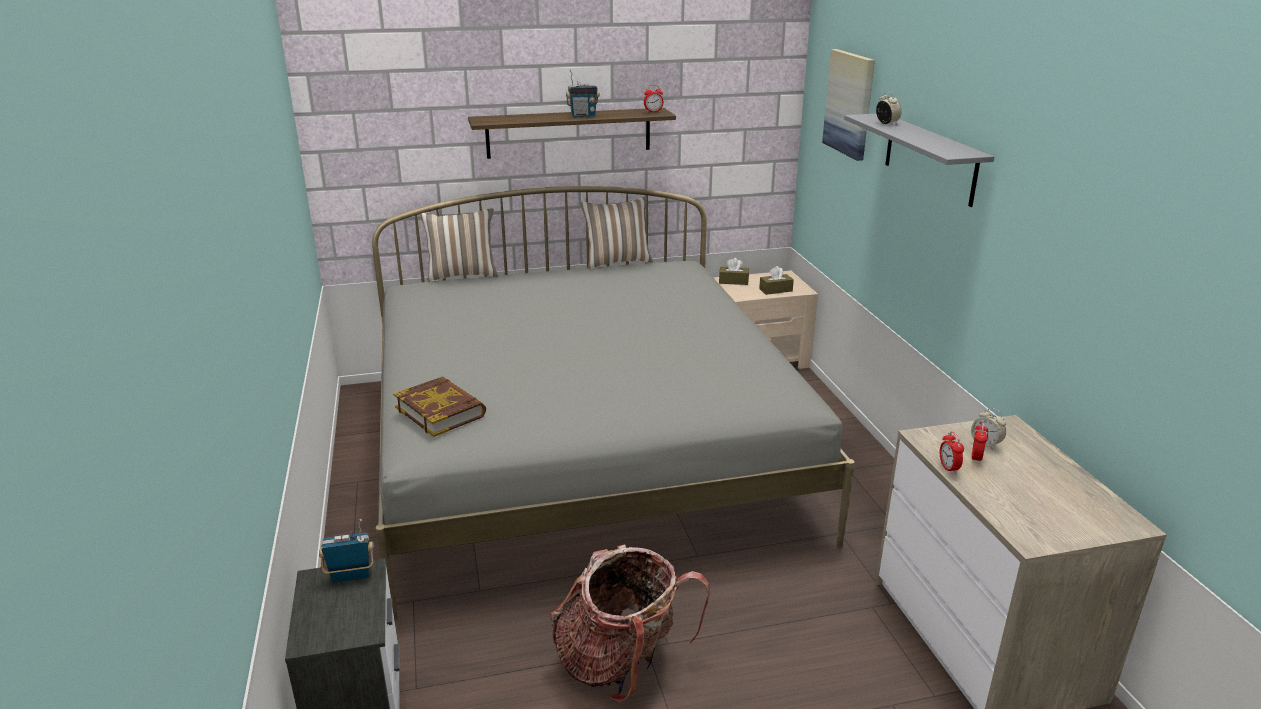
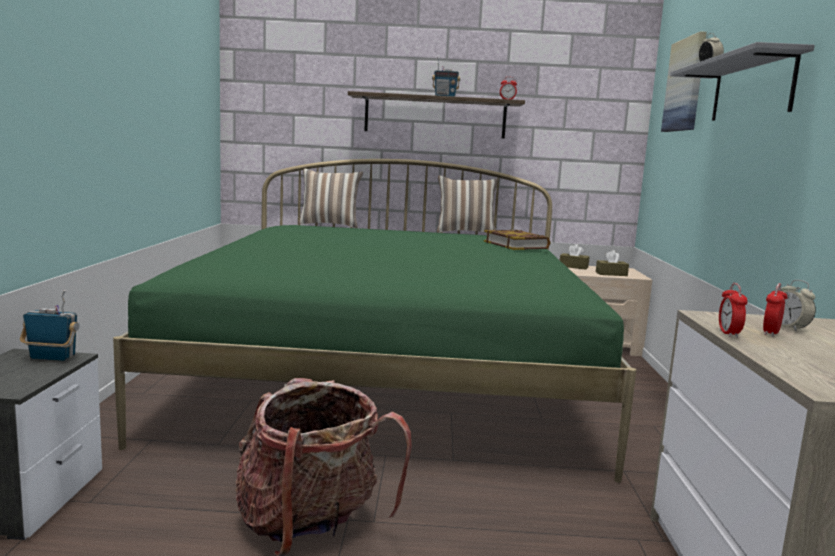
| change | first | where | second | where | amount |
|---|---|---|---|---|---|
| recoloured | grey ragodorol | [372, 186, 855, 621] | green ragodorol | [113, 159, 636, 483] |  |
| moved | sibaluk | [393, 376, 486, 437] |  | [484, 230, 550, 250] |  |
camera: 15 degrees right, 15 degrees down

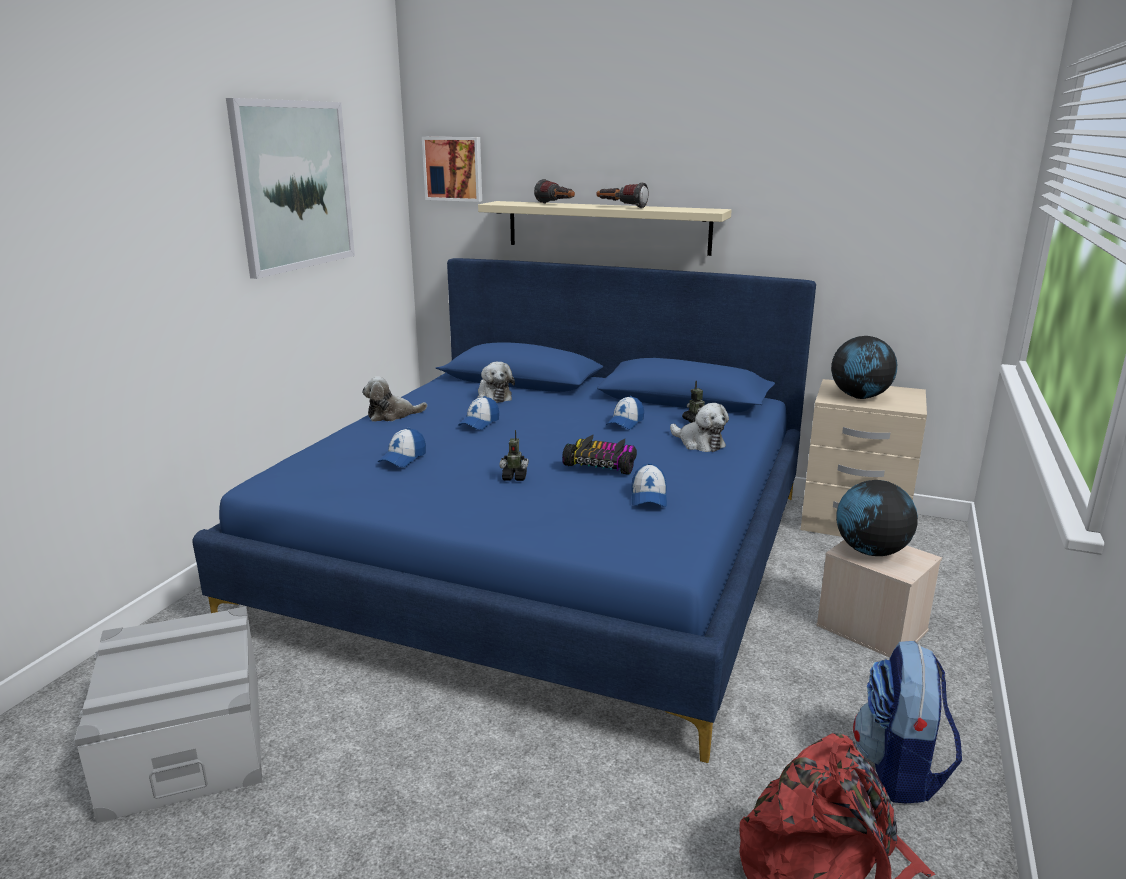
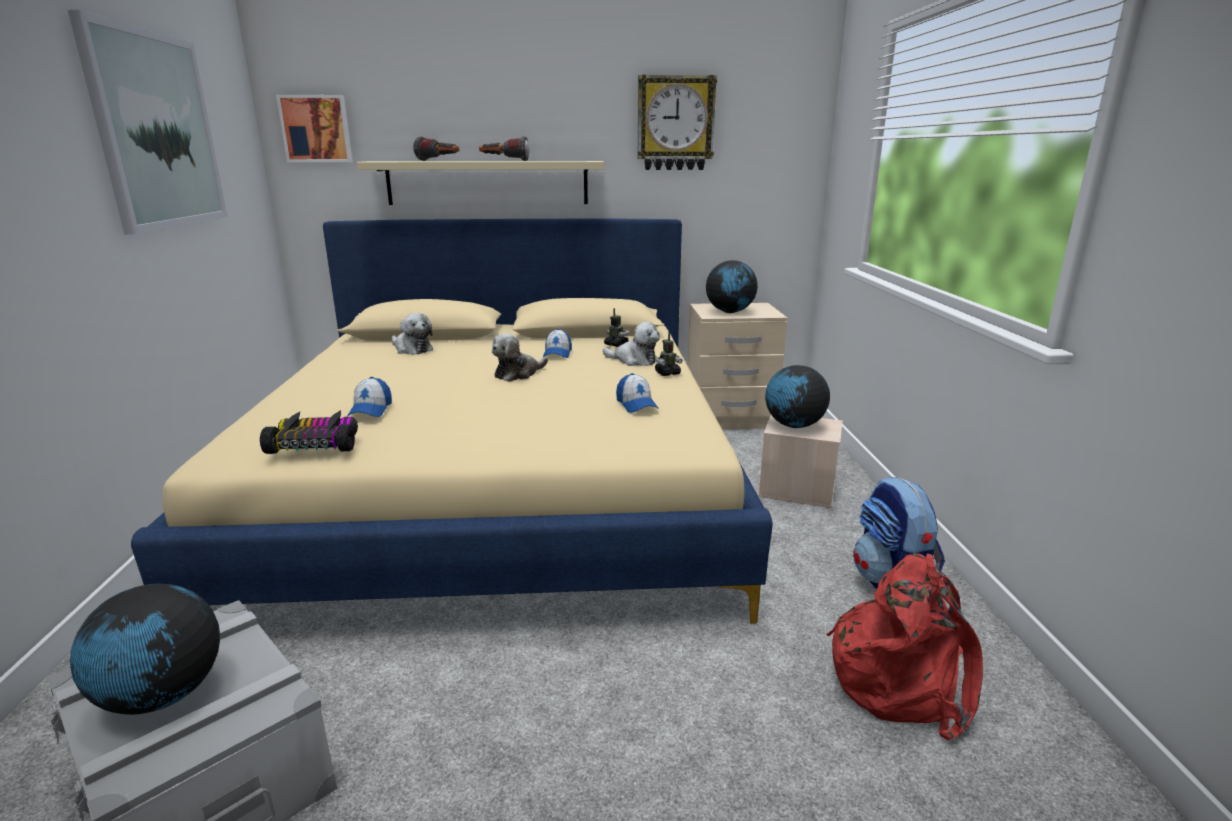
| change | first | where | second | where | amount |
|---|---|---|---|---|---|
| recoloured | blue ragodorol | [192, 258, 816, 763] | beige ragodorol | [131, 218, 773, 624] |  |
| moved | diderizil | [362, 376, 427, 422] |  | [492, 333, 548, 382] |  |
| removed | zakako | [458, 396, 499, 430] |  |  |  |
| moved | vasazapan | [499, 430, 529, 481] |  | [655, 331, 683, 376] |  |
| moved | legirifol | [562, 434, 637, 475] |  | [260, 410, 358, 454] |  |
| added |  |  | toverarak | [70, 584, 220, 715] |  |
| added |  |  | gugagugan | [637, 75, 717, 170] |  |
camera: 25 degrees left, 0 degrees up

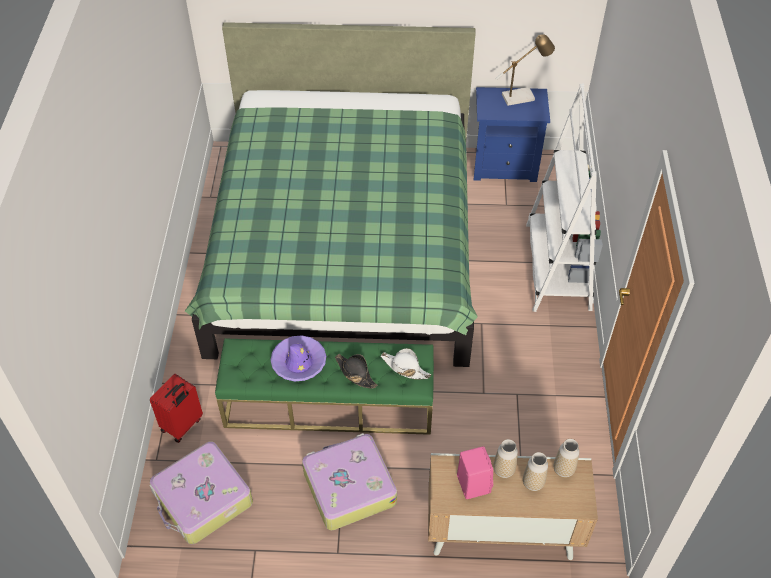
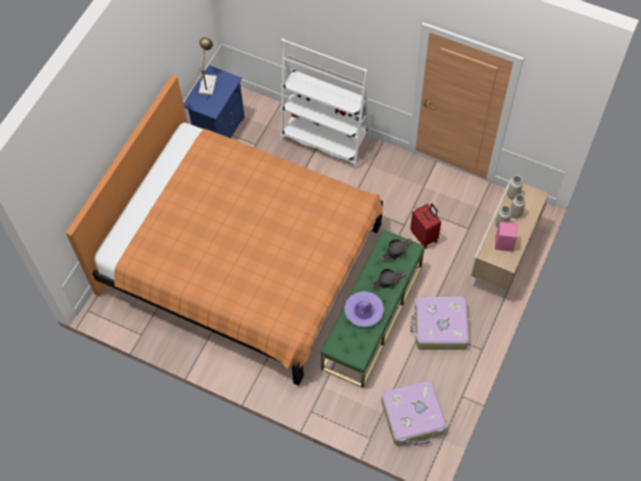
| change | first | where | second | where | amount |
|---|---|---|---|---|---|
| moved | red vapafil | [150, 374, 203, 443] |  | [410, 203, 441, 249] |  |
| recoloured | green ragodorol | [185, 22, 478, 367] | orange ragodorol | [66, 75, 383, 385] |  |
| recoloured | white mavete | [381, 348, 431, 379] | black mavete | [380, 238, 413, 261] |  |
camera: 65 degrees left, 10 degrees up

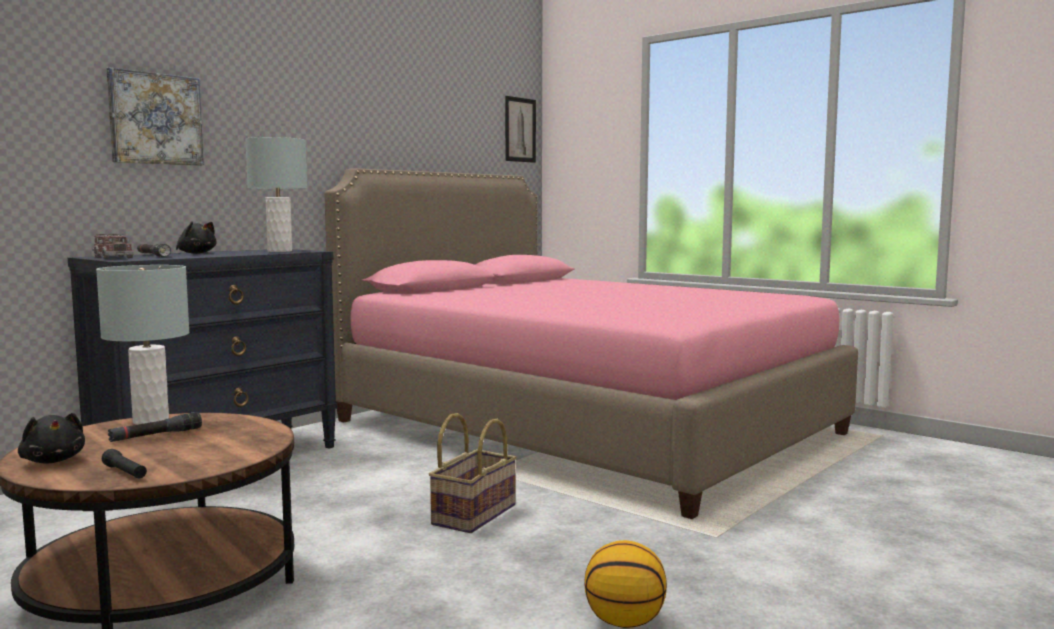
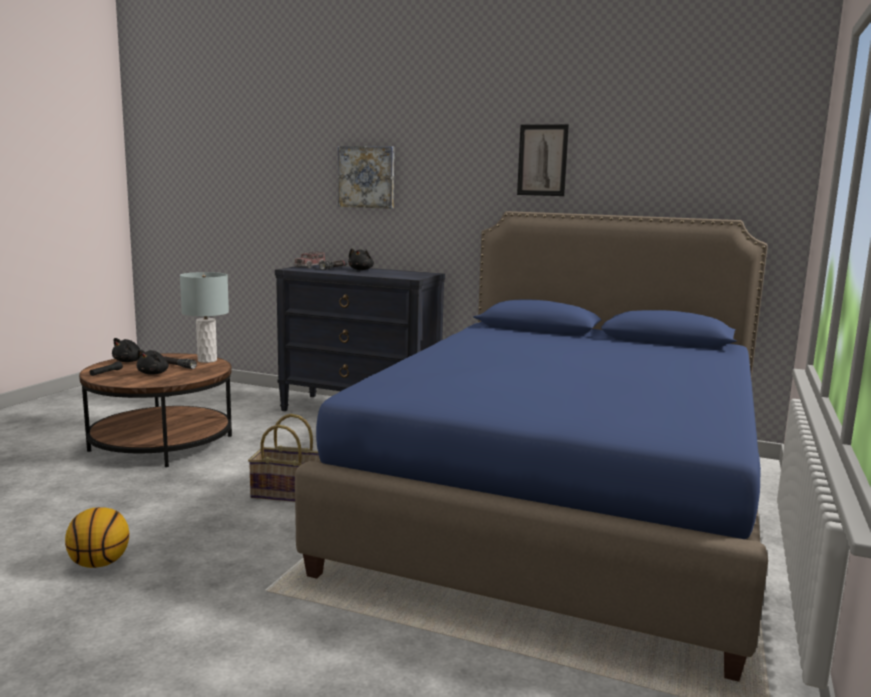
| change | first | where | second | where | amount |
|---|---|---|---|---|---|
| removed | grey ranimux | [245, 137, 307, 252] |  |  |  |
| recoloured | pink ragodorol | [324, 168, 858, 519] | blue ragodorol | [295, 211, 768, 682] |  |
| moved | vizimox | [505, 96, 536, 163] |  | [517, 124, 569, 196] |  |
| added |  |  | black diderizil | [137, 349, 169, 375] |  |
camera: 70 degrees right, 5 degrees up

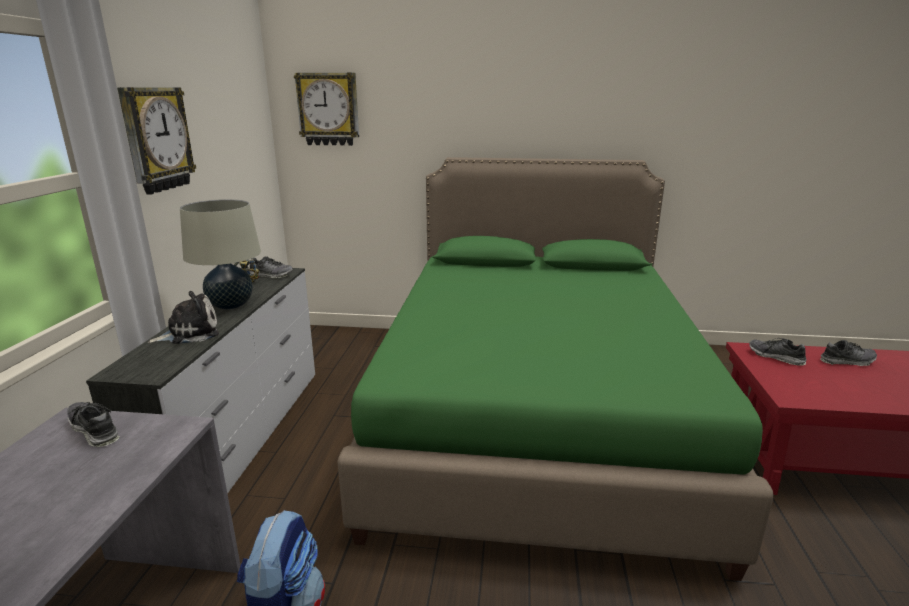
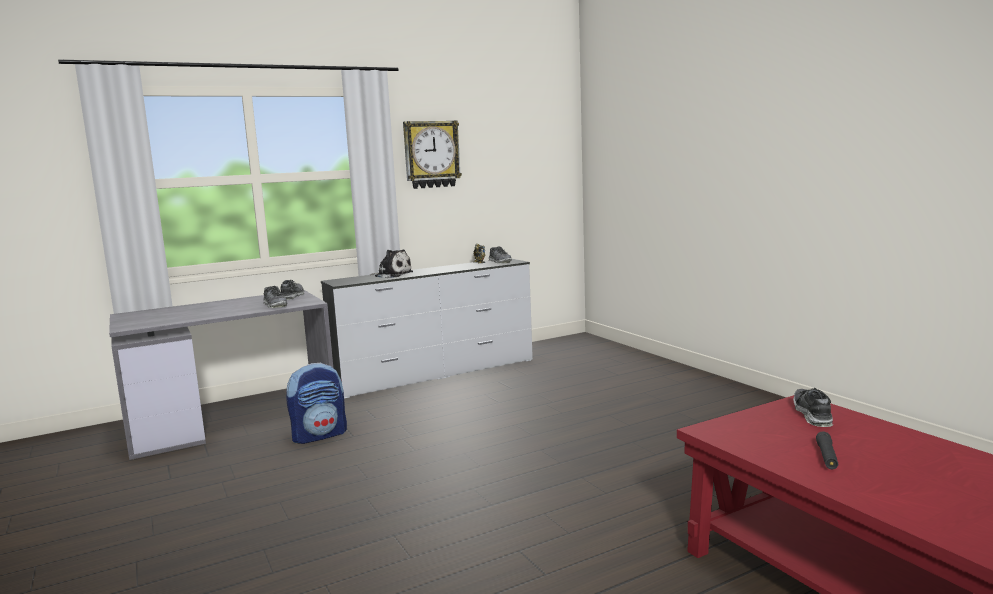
| change | first | where | second | where | amount |
|---|---|---|---|---|---|
| removed | beige ranimux | [180, 199, 261, 309] |  |  |  |
| removed | gugagugan | [294, 73, 359, 146] |  |  |  |
| removed | green ragodorol | [337, 157, 774, 581] |  |  |  |
| moved | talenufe | [820, 340, 877, 366] |  | [263, 286, 287, 308] |  |
| added |  |  | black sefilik | [816, 432, 838, 469] |  |
camera: 55 degrees right, 10 degrees down

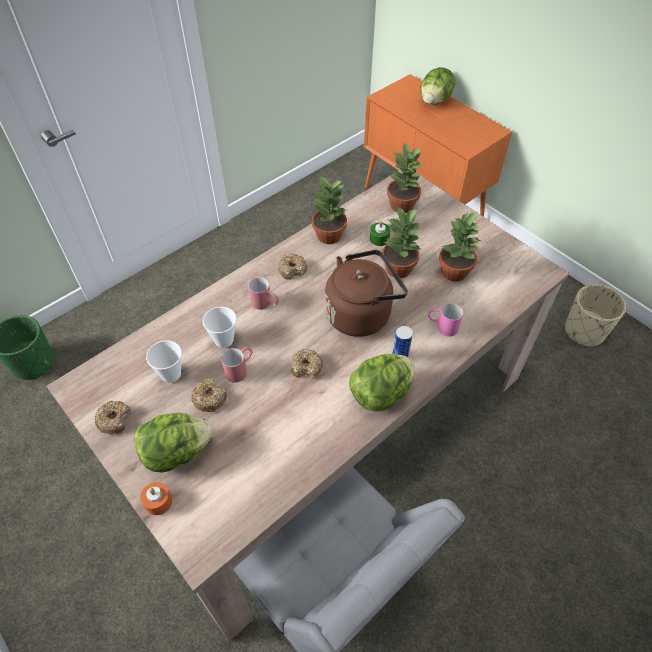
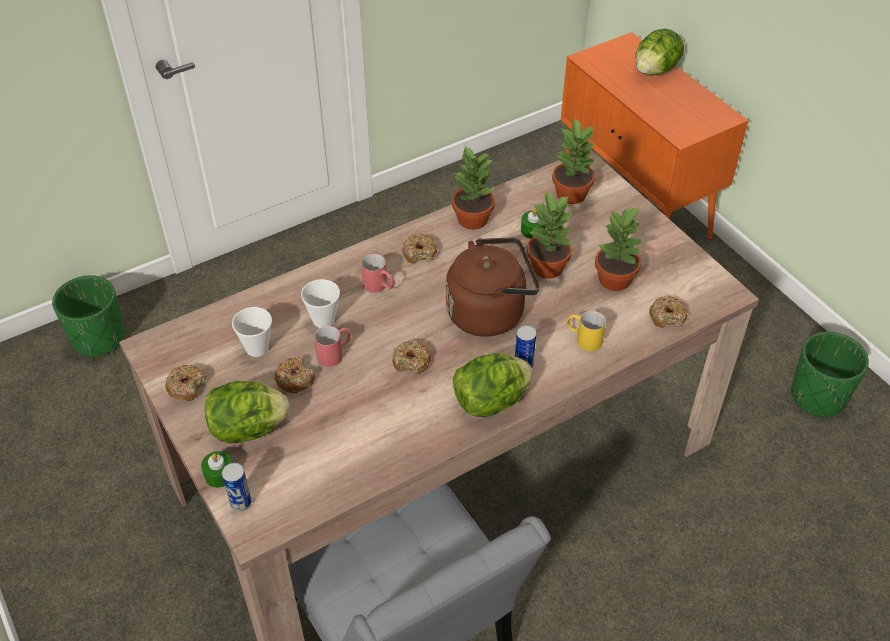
| change | first | where | second | where | amount |
|---|---|---|---|---|---|
| recoloured | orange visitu | [140, 482, 172, 515] | green visitu | [201, 451, 232, 488] |  |
| recoloured | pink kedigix | [428, 303, 463, 337] | yellow kedigix | [566, 311, 606, 351] |  |
| recoloured | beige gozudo | [565, 284, 626, 347] | green gozudo | [791, 332, 869, 417] |  |
| added |  |  | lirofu | [222, 463, 252, 511] |  |
| added |  |  | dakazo | [649, 296, 688, 328] |  |
camera: 10 degrees right, 5 degrees down

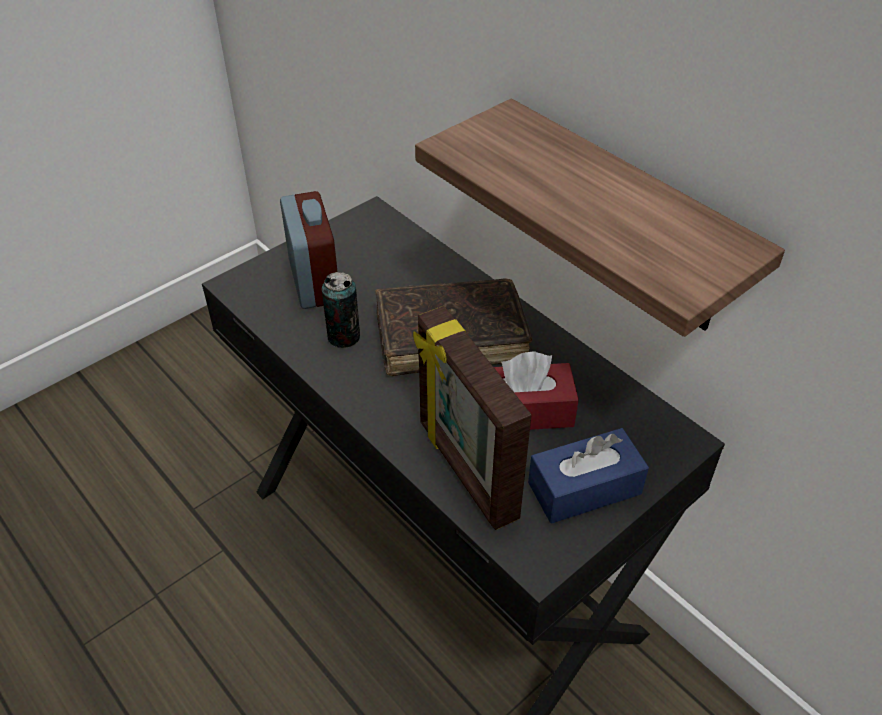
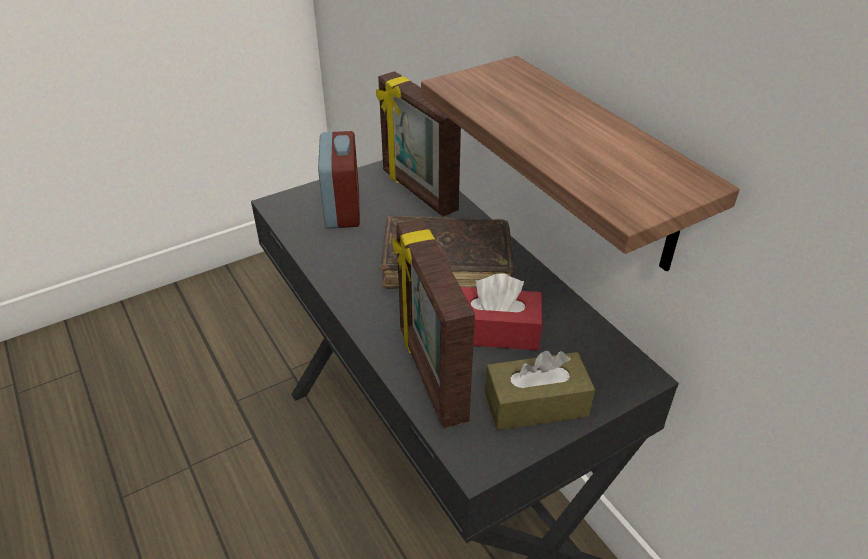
| change | first | where | second | where | amount |
|---|---|---|---|---|---|
| removed | lirofu | [322, 272, 360, 348] |  |  |  |
| recoloured | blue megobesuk | [528, 428, 649, 524] | brown megobesuk | [485, 350, 595, 430] |  |
| added |  |  | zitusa | [376, 71, 461, 217] |  |
camera: 10 degrees right, 5 degrees down

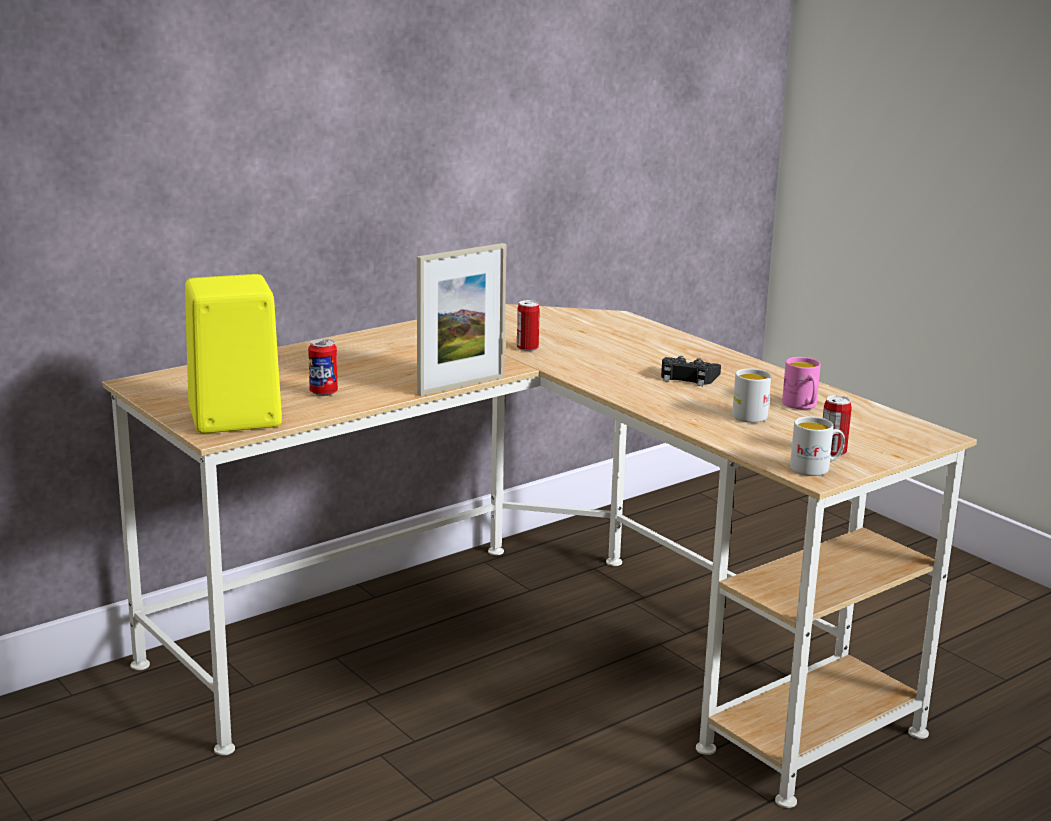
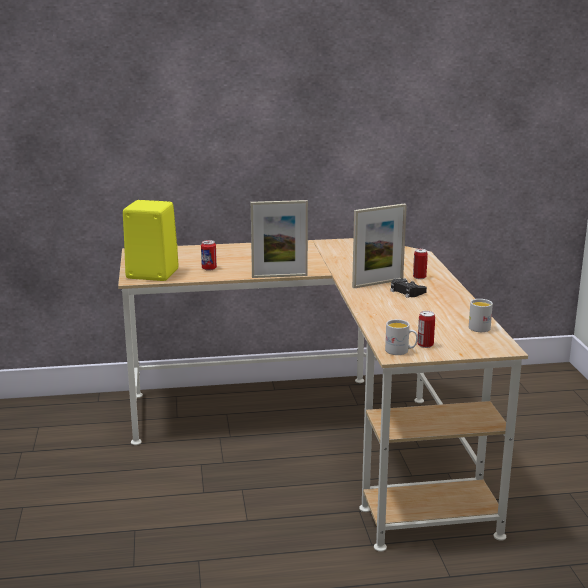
| change | first | where | second | where | amount |
|---|---|---|---|---|---|
| moved | lirofu | [517, 300, 540, 351] |  | [413, 249, 428, 279] |  |
| moved | white kedigix | [732, 368, 771, 423] |  | [469, 299, 493, 332] |  |
| removed | pink kedigix | [782, 357, 821, 409] |  |  |  |
| added |  |  | zitusa | [352, 203, 407, 288] |  |
camera: 30 degrees right, 0 degrees up

